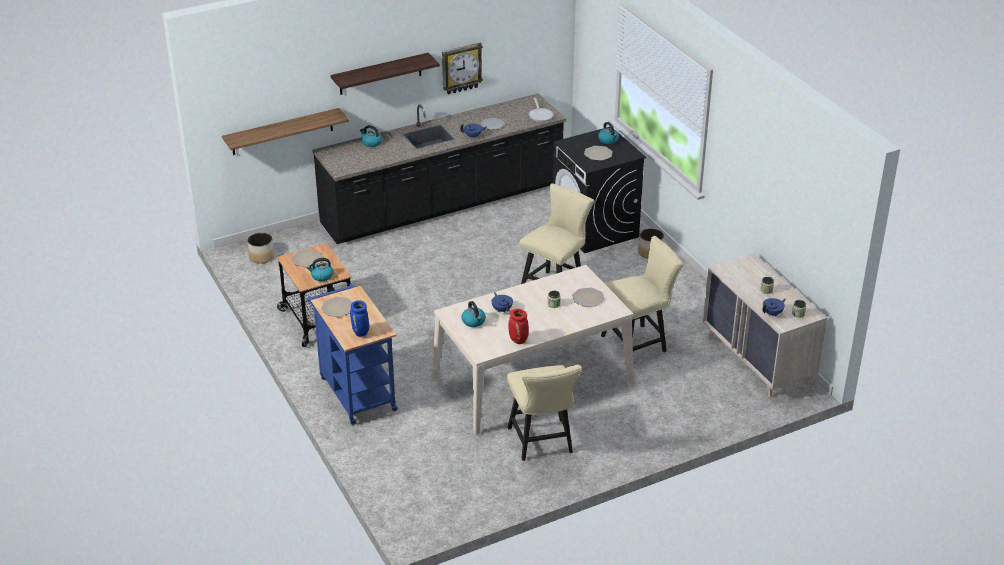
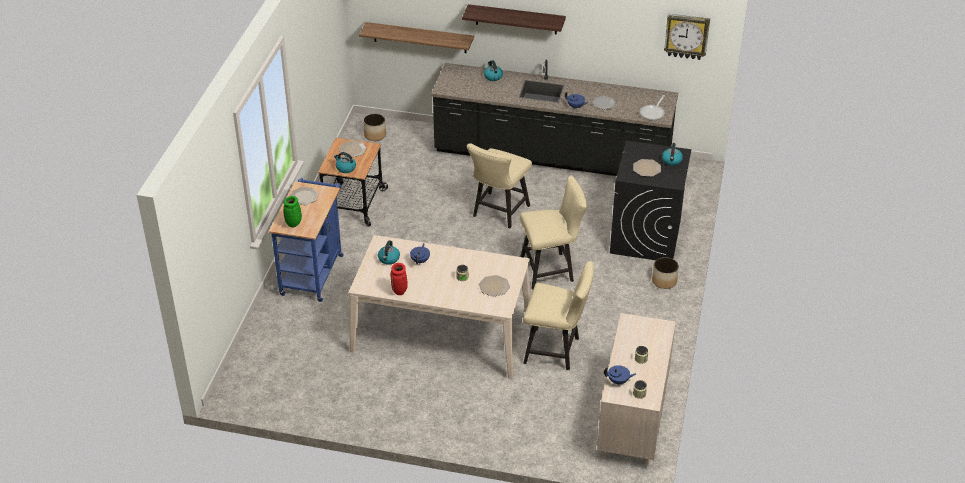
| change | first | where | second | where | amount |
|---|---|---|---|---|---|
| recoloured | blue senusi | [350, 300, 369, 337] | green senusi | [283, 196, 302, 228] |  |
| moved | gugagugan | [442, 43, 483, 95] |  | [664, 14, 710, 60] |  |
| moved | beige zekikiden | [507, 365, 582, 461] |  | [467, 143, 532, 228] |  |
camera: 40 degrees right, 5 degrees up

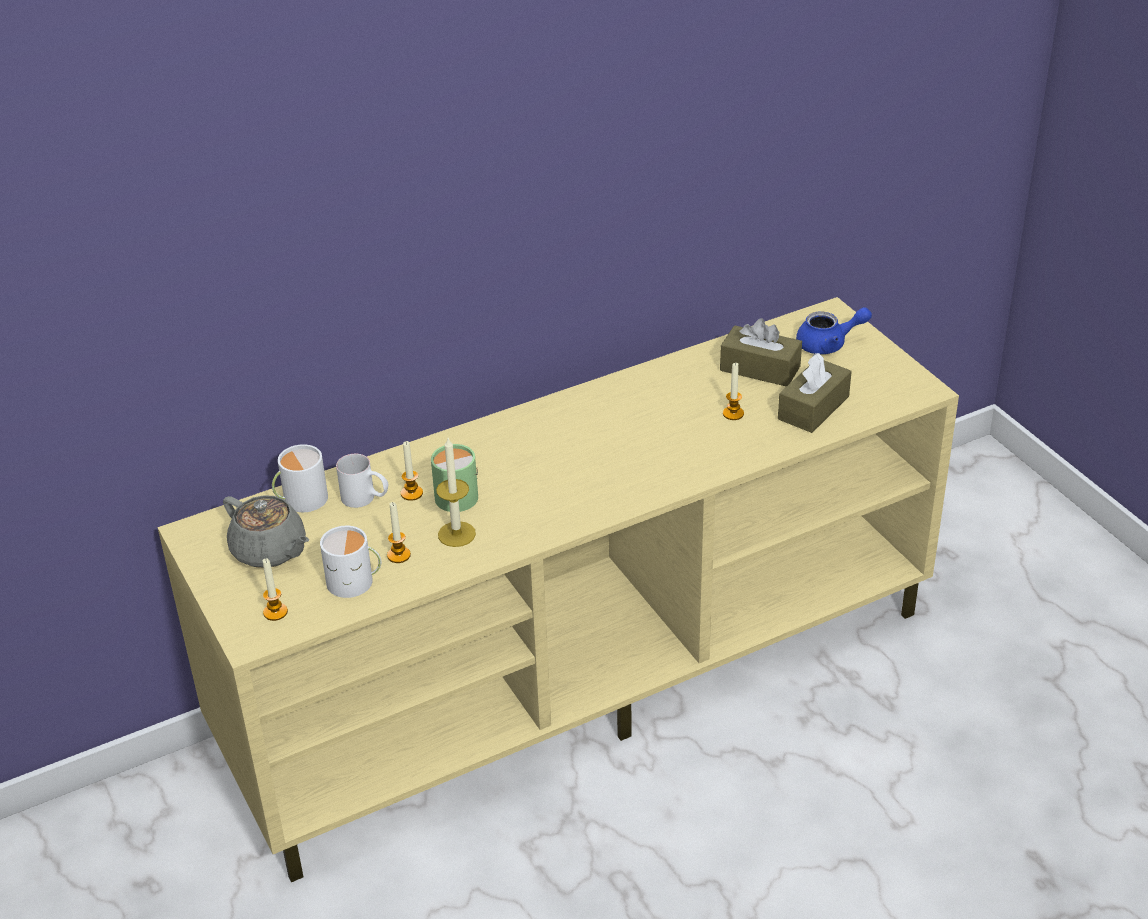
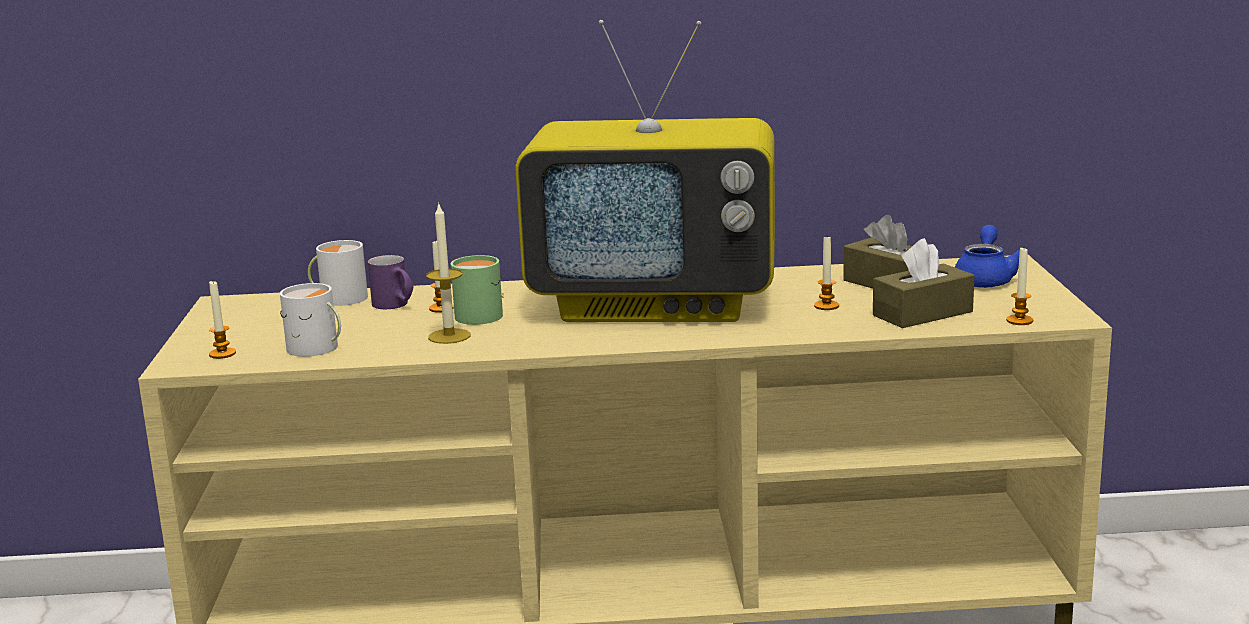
| change | first | where | second | where | amount |
|---|---|---|---|---|---|
| removed | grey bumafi | [223, 495, 309, 568] |  |  |  |
| recoloured | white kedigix | [336, 454, 388, 508] | purple kedigix | [368, 255, 414, 309] |  |
| moved | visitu | [387, 502, 411, 563] |  | [1006, 248, 1033, 325] |  |
| turned | blue bumafi | [796, 307, 872, 354] |  | [955, 225, 1020, 288] | 90 degrees counterclockwise |
| added |  |  | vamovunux | [515, 20, 775, 322] |  |
camera: 25 degrees right, 20 degrees down

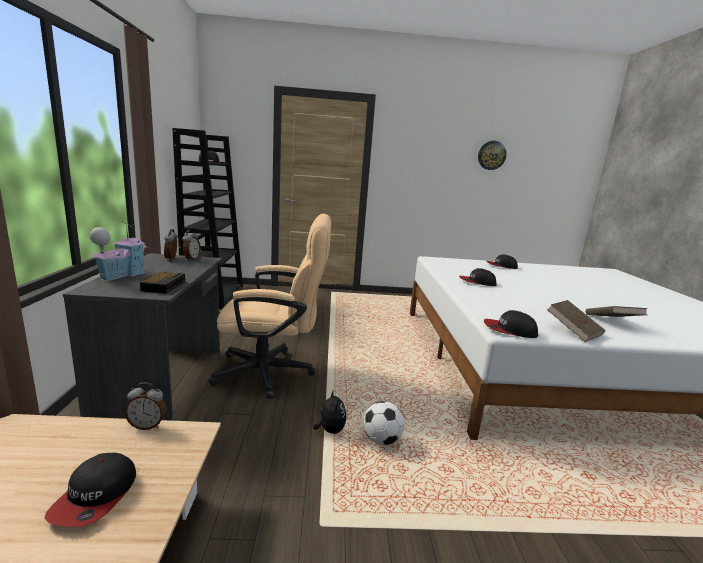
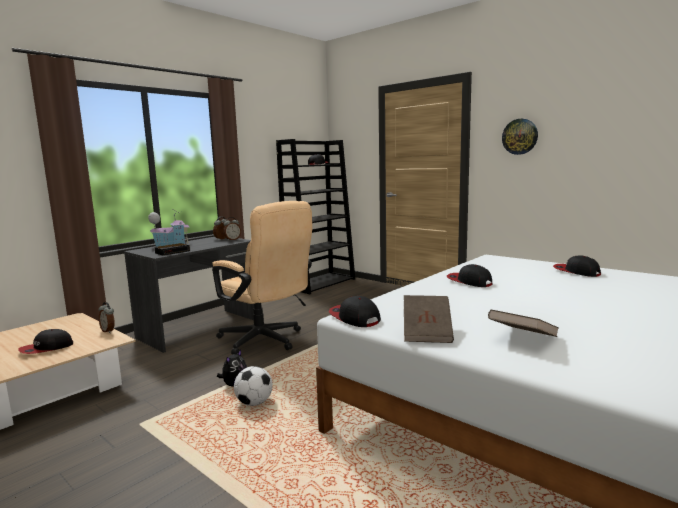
| change | first | where | second | where | amount |
|---|---|---|---|---|---|
| moved | gugagugan | [478, 141, 506, 170] |  | [502, 119, 538, 155] |  |
camera: 45 degrees right, 5 degrees down

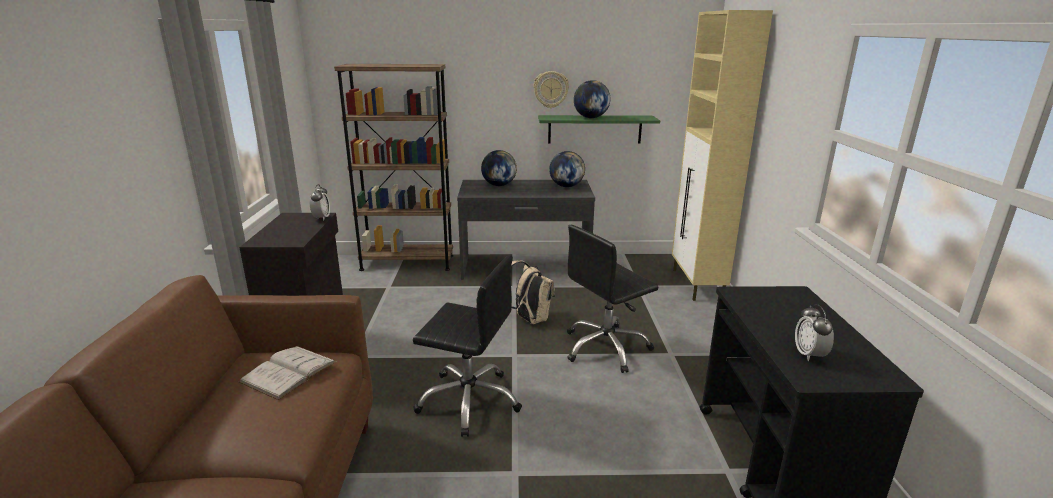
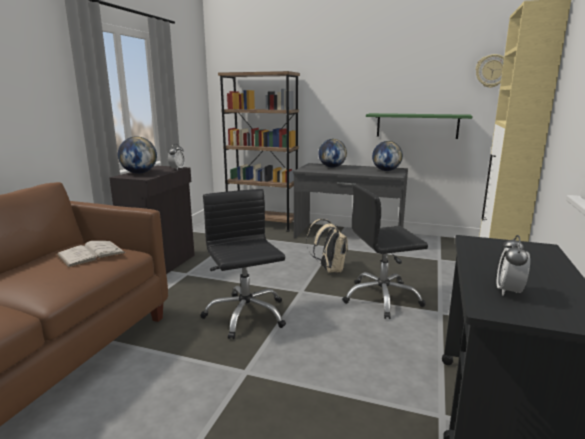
| change | first | where | second | where | amount |
|---|---|---|---|---|---|
| turned | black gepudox | [413, 255, 522, 437] |  | [201, 189, 286, 339] | 150 degrees counterclockwise |
| moved | gugagugan | [533, 71, 569, 108] |  | [476, 54, 504, 88] |  |
| moved | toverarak | [574, 80, 610, 118] |  | [118, 136, 157, 174] |  |
camera: 20 degrees right, 5 degrees down

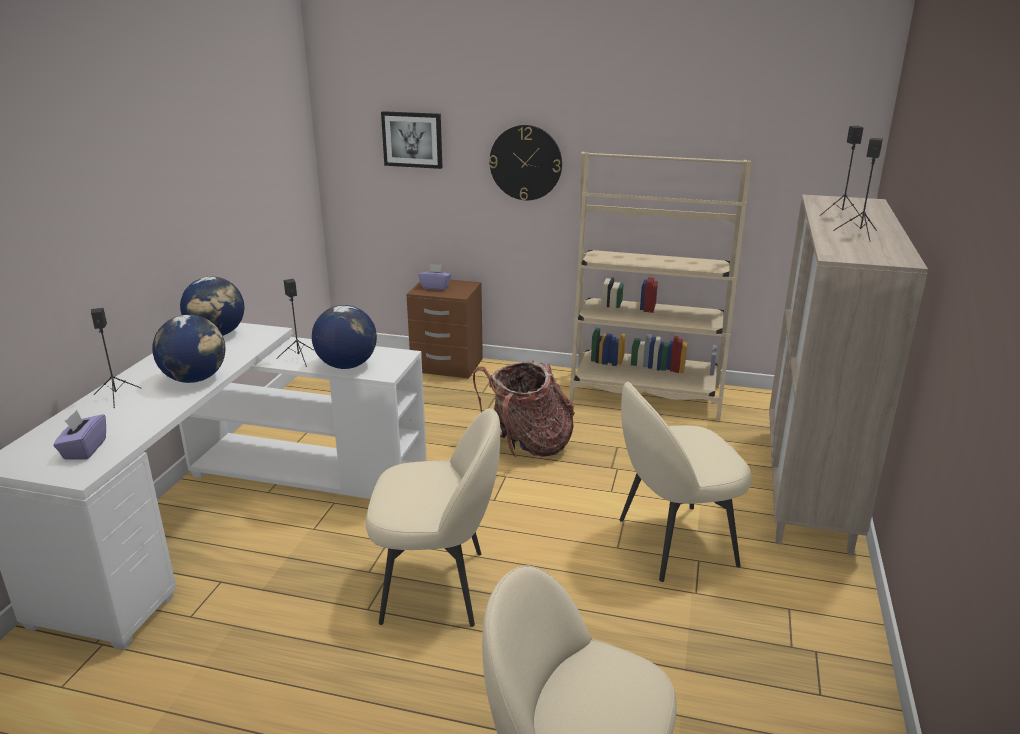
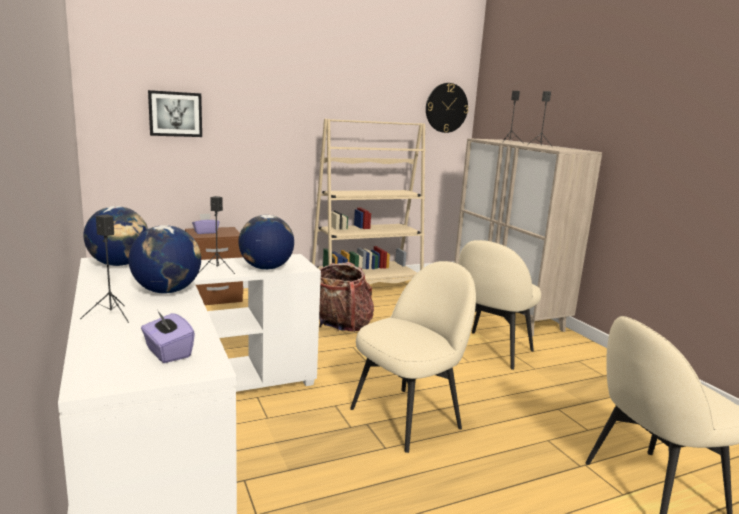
| change | first | where | second | where | amount |
|---|---|---|---|---|---|
| moved | gugagugan | [489, 125, 562, 200] |  | [426, 83, 469, 133] |  |
camera: 40 degrees left, 10 degrees down

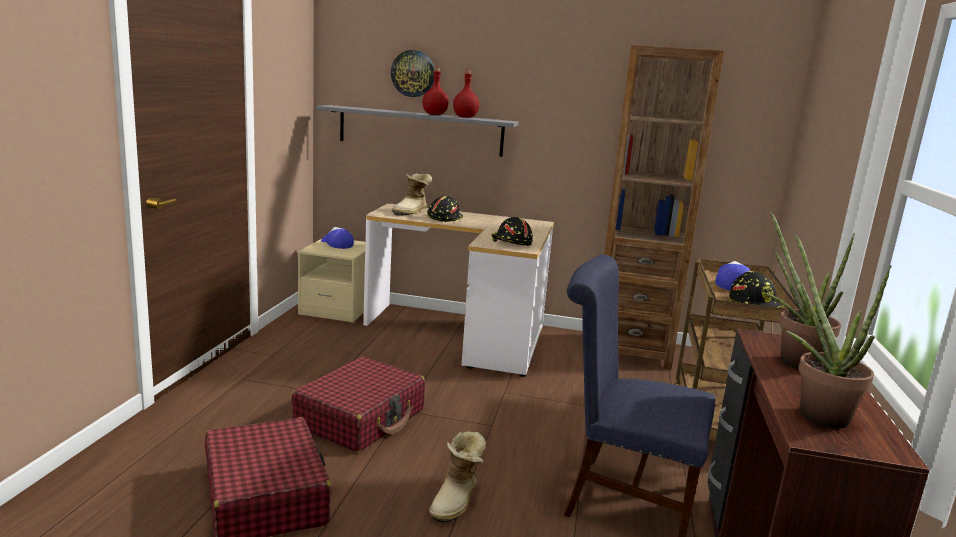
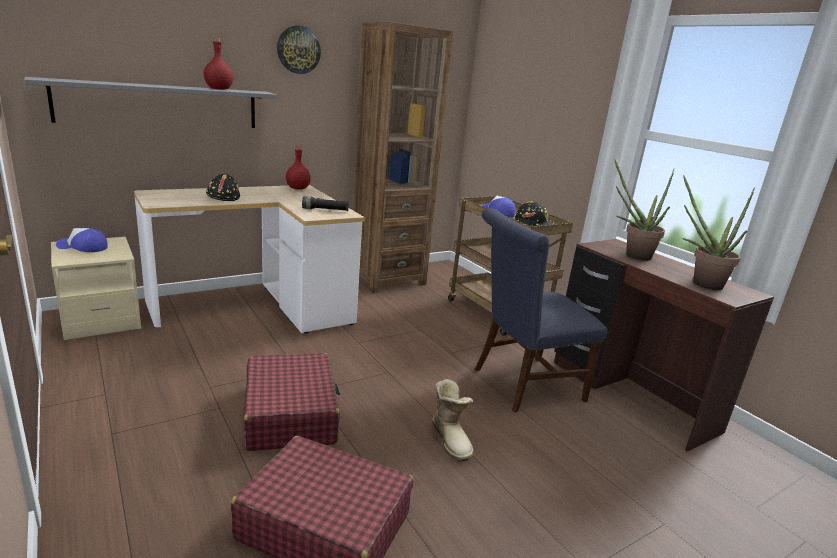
| change | first | where | second | where | amount |
|---|---|---|---|---|---|
| moved | gugagugan | [391, 50, 435, 97] |  | [277, 26, 321, 74] |  |
| removed | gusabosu | [392, 173, 432, 216] |  |  |  |
| moved | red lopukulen | [422, 67, 449, 115] |  | [286, 146, 311, 190] |  |
| replaced | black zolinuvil | [491, 217, 533, 246] | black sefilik | [302, 196, 349, 211] |  |
camera: 45 degrees left, 5 degrees up

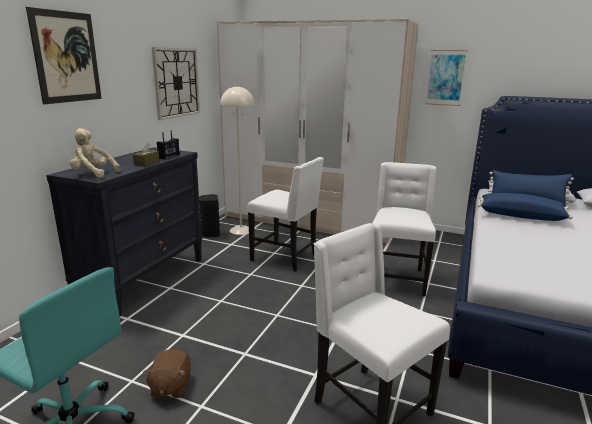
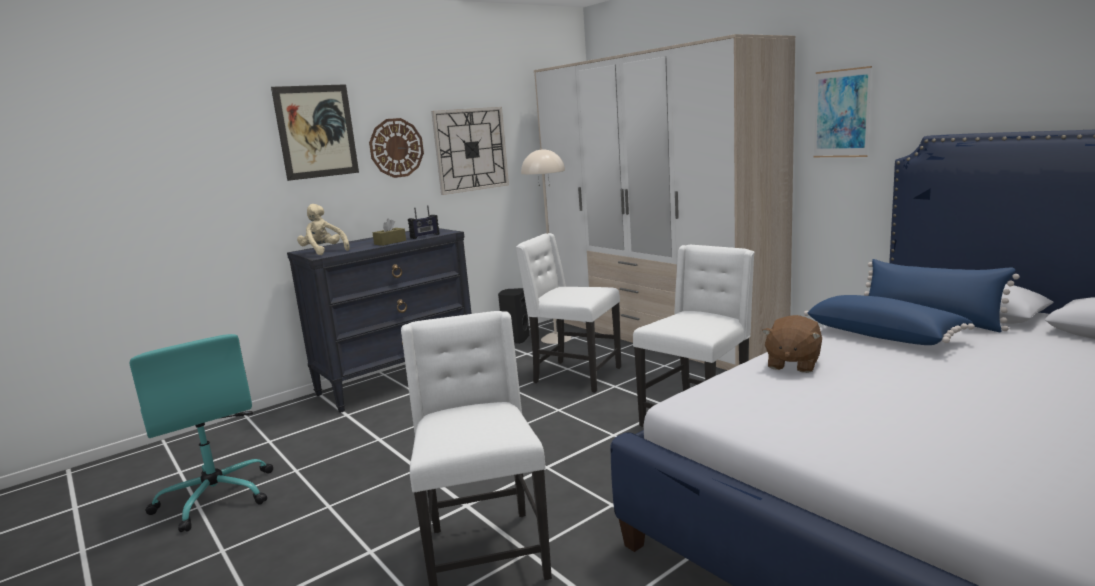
| change | first | where | second | where | amount |
|---|---|---|---|---|---|
| moved | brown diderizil | [143, 349, 191, 398] |  | [762, 315, 822, 373] |  |
| turned | white zekikiden | [247, 157, 324, 272] |  | [516, 233, 621, 393] | 150 degrees clockwise |
| added |  |  | gugagugan | [369, 118, 424, 178] |  |
camera: 30 degrees right, 5 degrees down

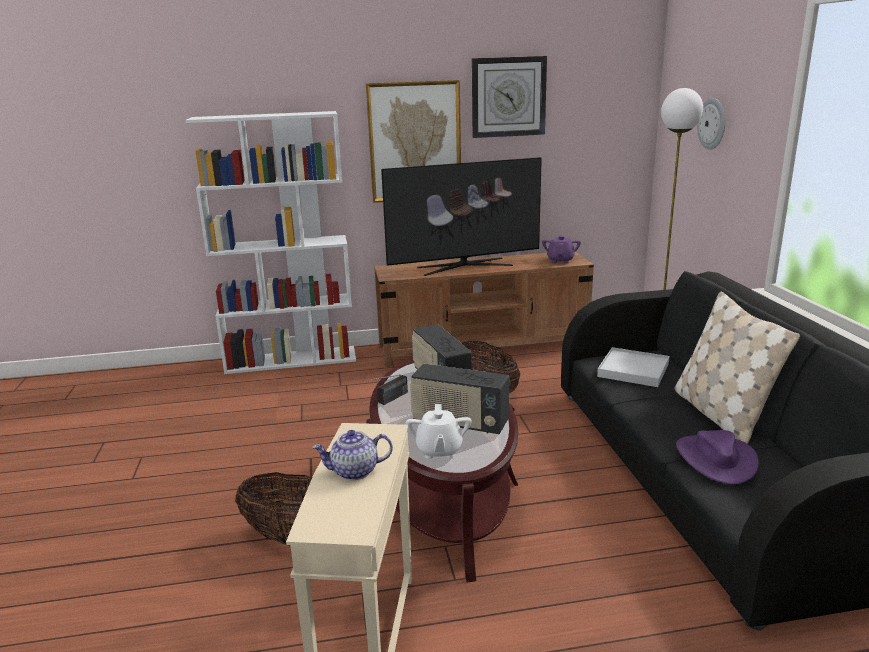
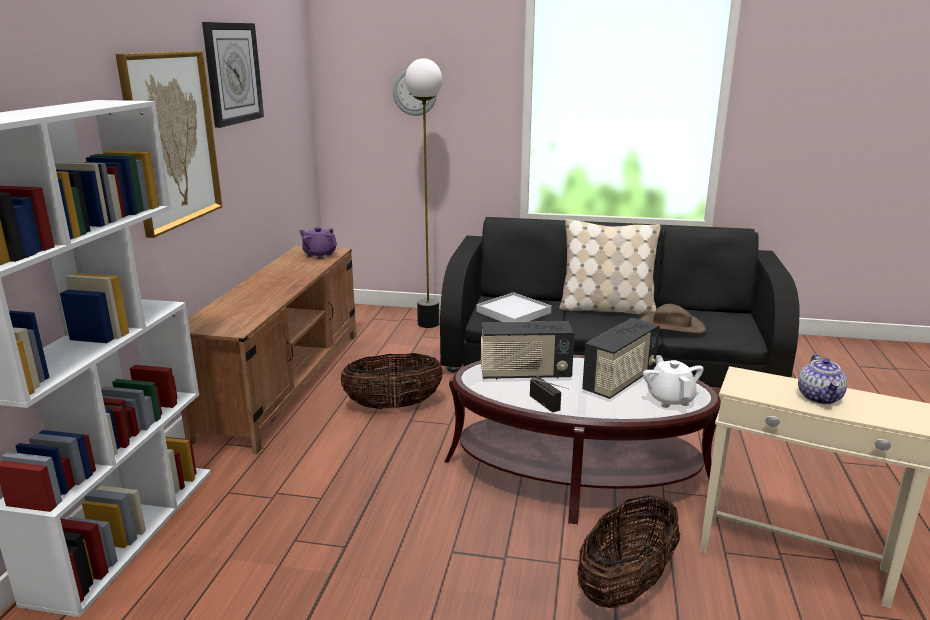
| change | first | where | second | where | amount |
|---|---|---|---|---|---|
| removed | vamovunux | [381, 157, 542, 276] |  |  |  |
| turned | white bumafi | [406, 404, 472, 459] |  | [643, 355, 704, 408] | 120 degrees counterclockwise |
| recoloured | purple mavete | [676, 430, 759, 485] | brown mavete | [639, 304, 706, 334] |  |
camera: 70 degrees left, 0 degrees up

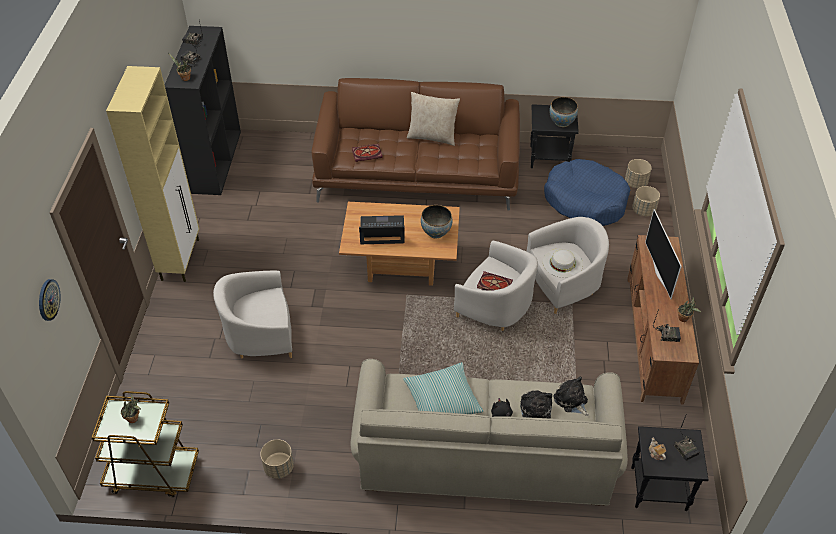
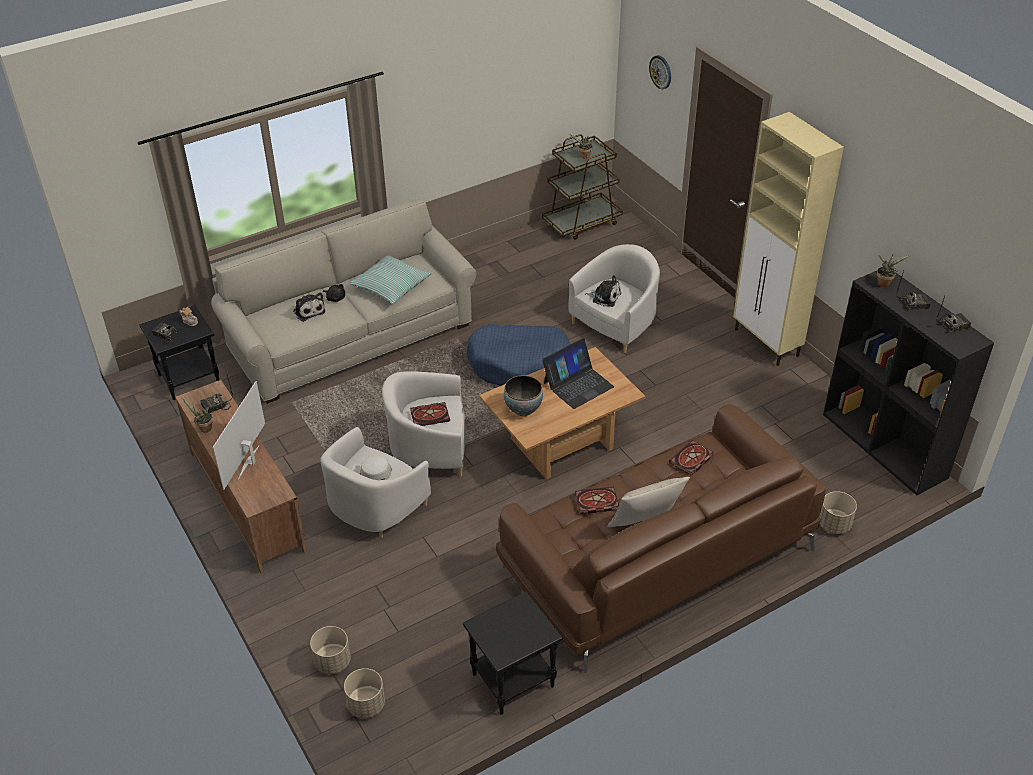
| change | first | where | second | where | amount |
|---|---|---|---|---|---|
| moved | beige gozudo | [260, 439, 294, 479] |  | [819, 491, 857, 534] |  |
| moved | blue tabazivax | [544, 159, 630, 226] |  | [467, 324, 570, 386] |  |
| removed | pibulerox | [549, 97, 578, 127] |  |  |  |
| moved | diderizil | [553, 377, 589, 416] |  | [585, 275, 621, 307] |  |
| turned | vamovunux | [645, 209, 682, 299] |  | [212, 381, 265, 490] | 120 degrees counterclockwise |
| added |  |  | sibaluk | [575, 487, 619, 514] |  |
camera: 145 degrees right, 5 degrees down

